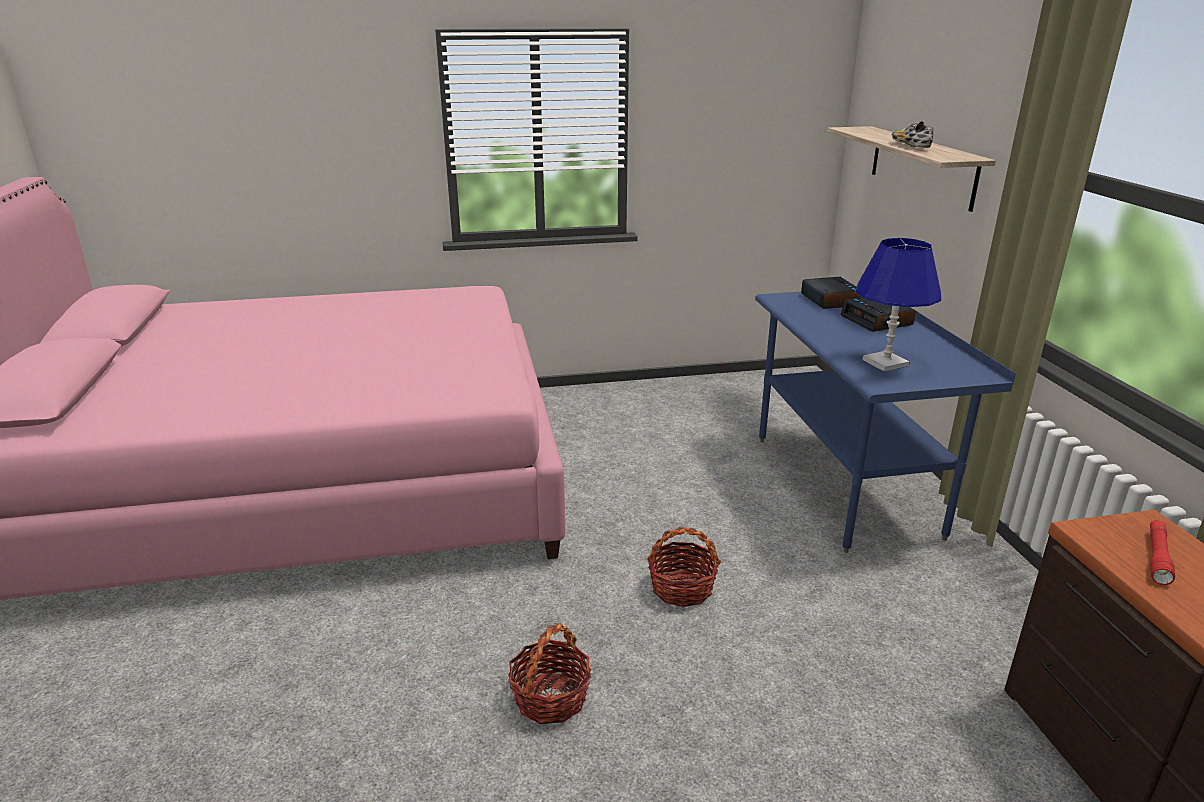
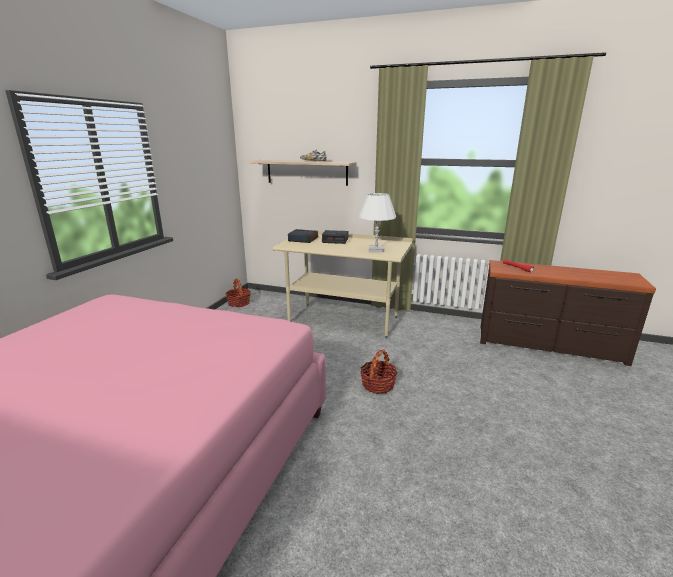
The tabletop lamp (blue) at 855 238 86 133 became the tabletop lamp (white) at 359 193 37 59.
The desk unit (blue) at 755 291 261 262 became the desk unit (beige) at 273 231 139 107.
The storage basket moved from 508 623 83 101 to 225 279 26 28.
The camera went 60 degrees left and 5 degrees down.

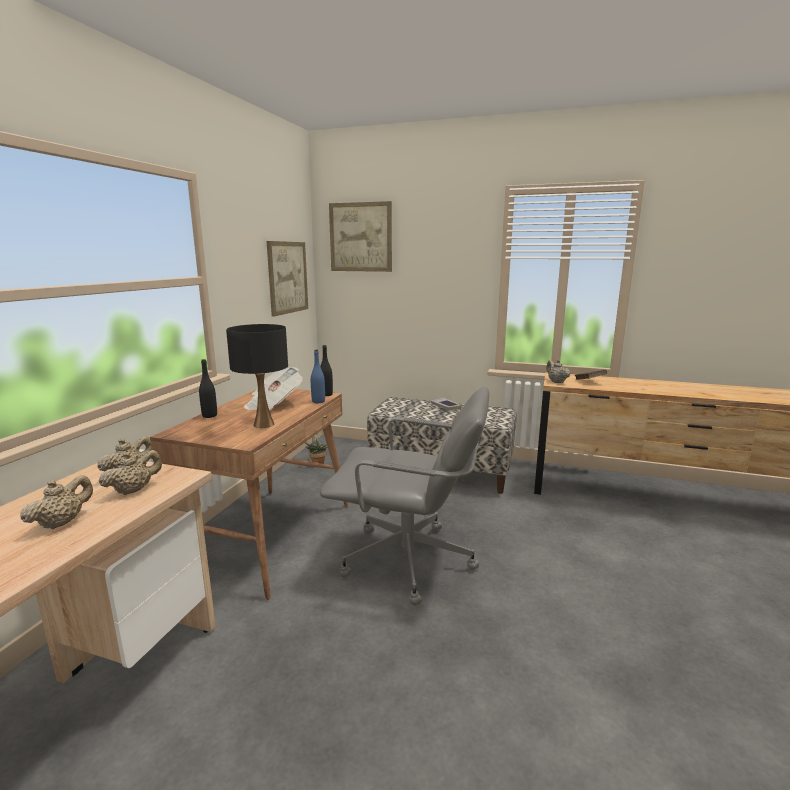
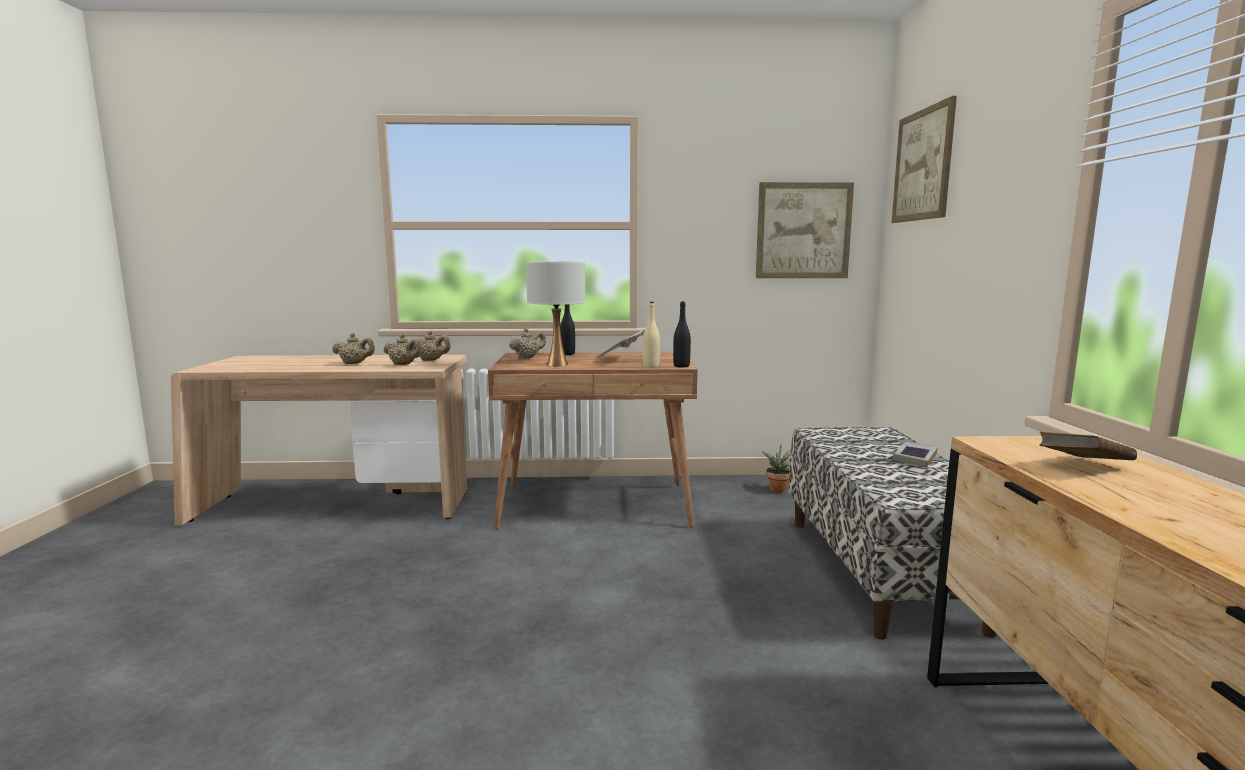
The tabletop lamp (blackish) at 226 324 62 104 became the tabletop lamp (white) at 526 261 59 106.
The drink bottle (blue) at 311 350 14 53 became the drink bottle (beige) at 643 302 17 66.
The tea pot (beige) moved from 546 360 24 23 to 509 328 37 31.
The desk chair (gray) at 320 386 169 219 disappeared.
The camera went 70 degrees right and 5 degrees down.

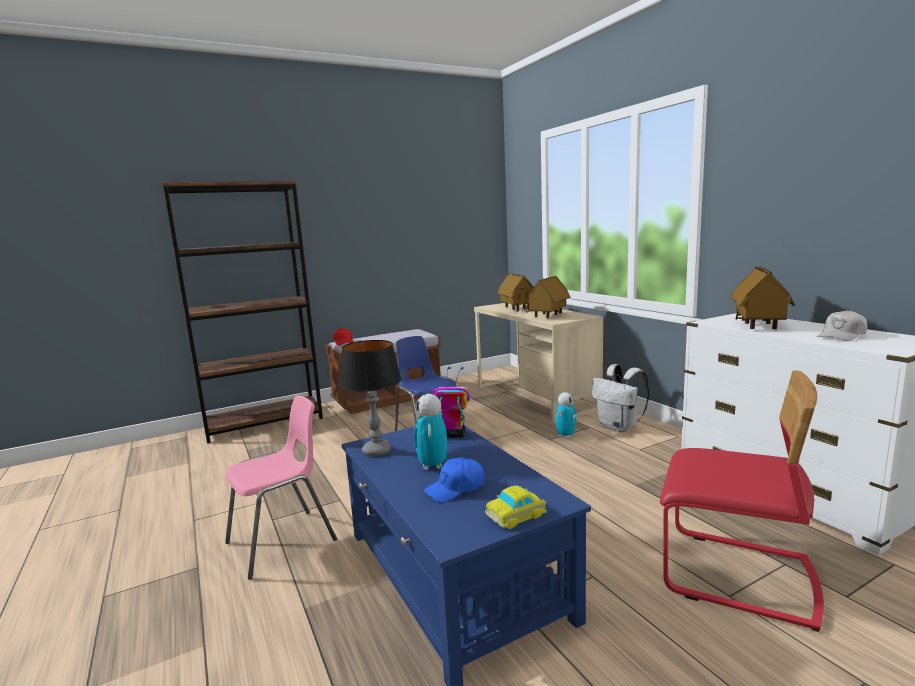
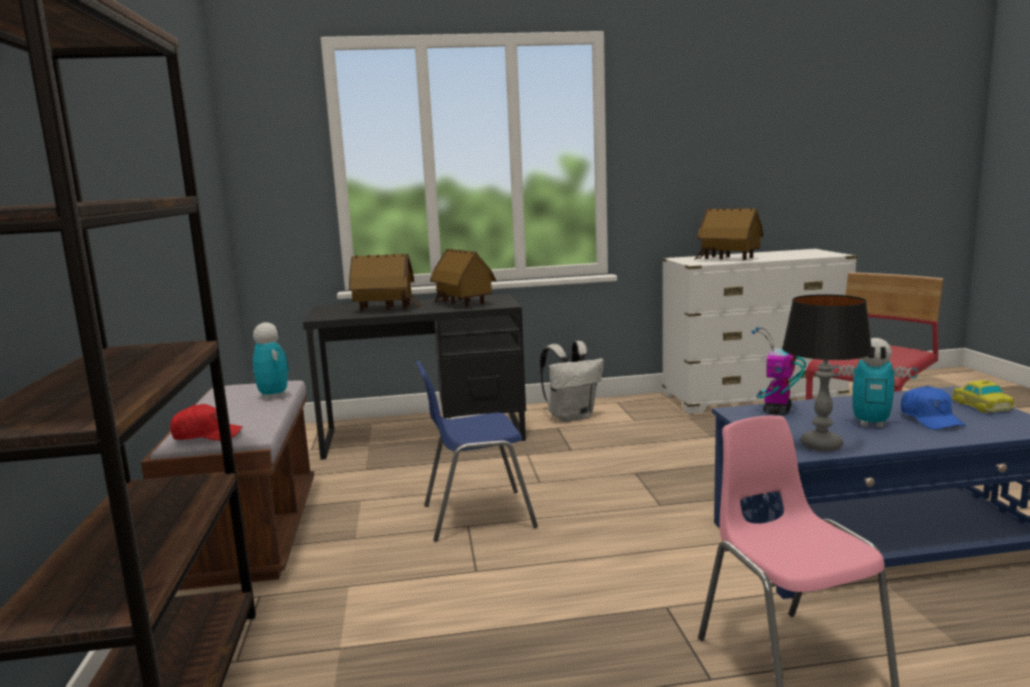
The desk unit (beige) at 474 303 129 120 became the desk unit (blackish) at 303 294 223 166.
The cap (white) at 817 310 50 31 disappeared.
The model robot moved from 556 392 20 46 to 253 322 36 78.
The camera went 70 degrees left and 0 degrees up.

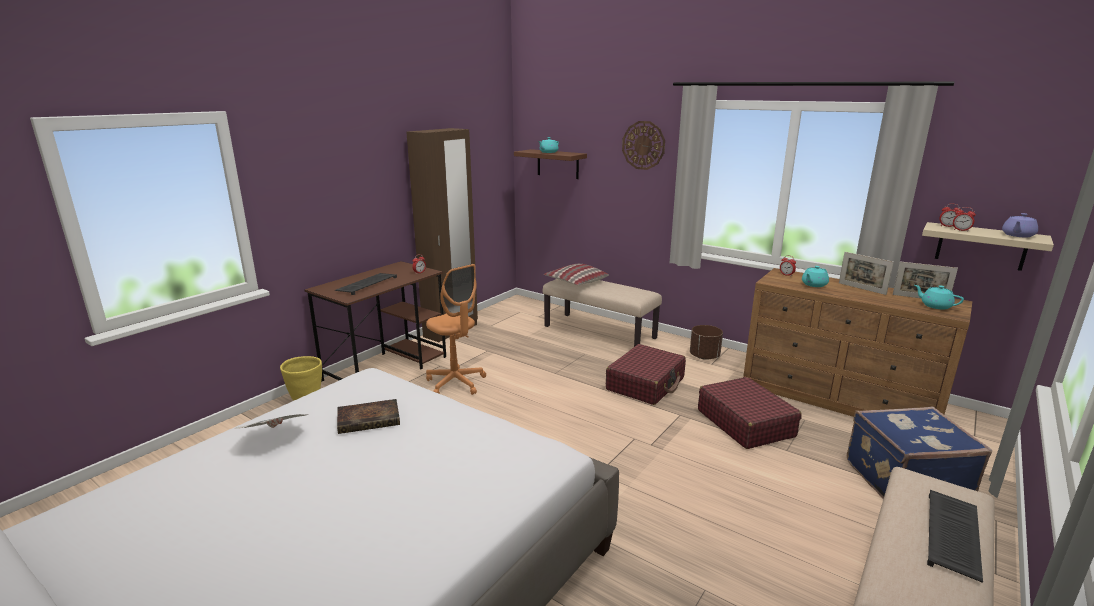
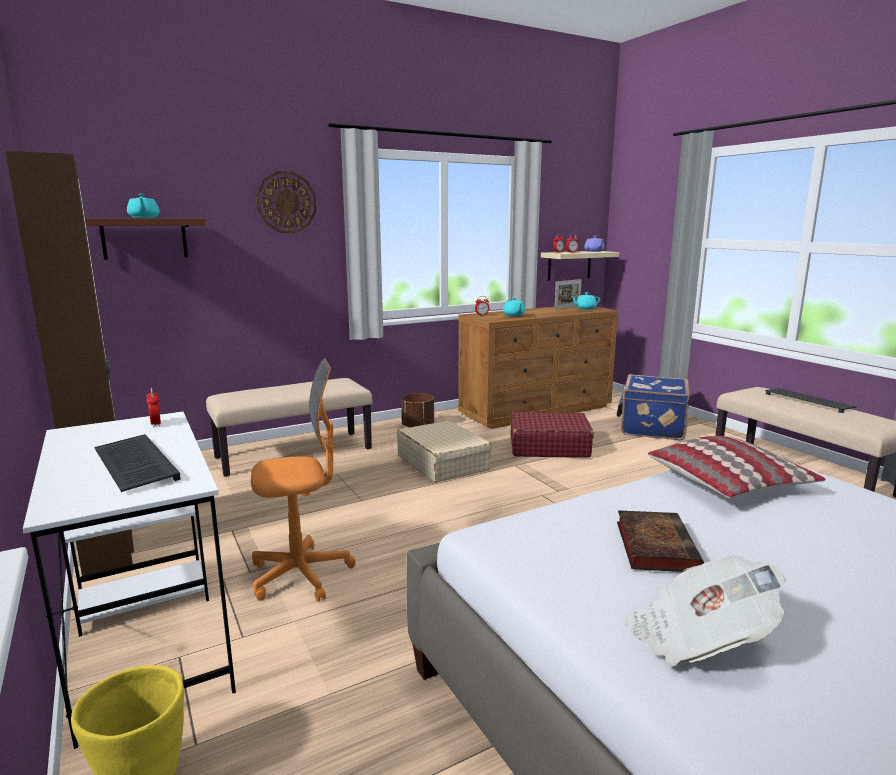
The photo frame at 839 252 55 43 disappeared.
The desk unit (brown) at 305 261 141 121 became the desk unit (white) at 23 412 213 337.
The pillow moved from 544 264 65 21 to 648 436 178 62.
The piece of luggage (red) at 606 344 80 61 became the piece of luggage (beige) at 397 420 94 62.
The camera went 65 degrees left and 5 degrees down.

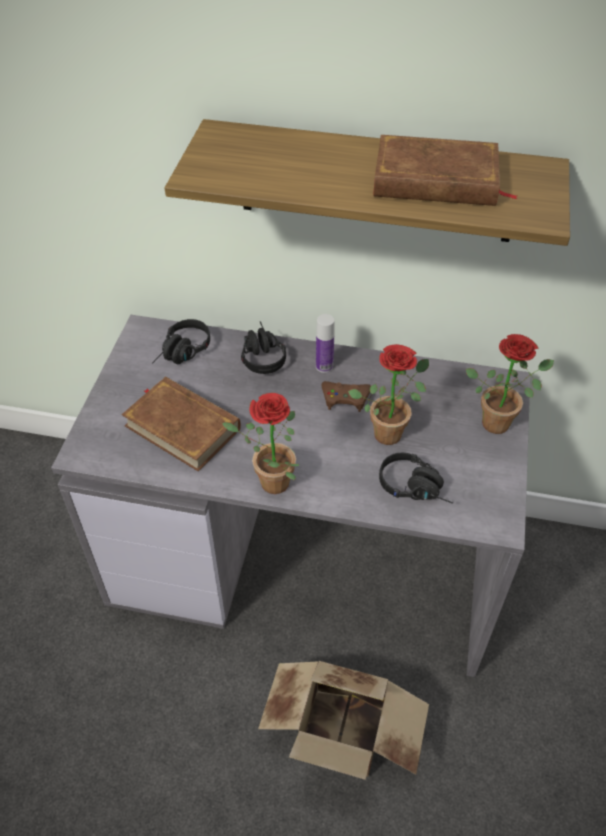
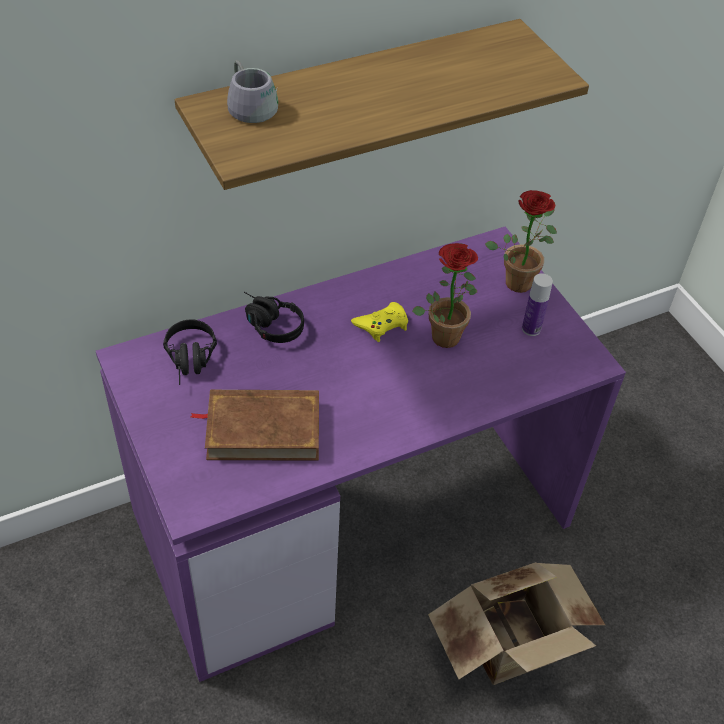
The volume (brown) at 373 135 144 71 disappeared.
The drink bottle moved from 316 314 19 59 to 522 273 31 63.
The desk unit (gray) at 51 315 479 362 became the desk unit (purplish) at 96 227 530 455.
The gamepad (brown) at 322 381 49 31 became the gamepad (yellow-coloured) at 351 302 57 40.
The plant in a pot at 222 393 78 101 disappeared.
The pair of headphones (blackish) at 379 453 74 51 disappeared.
The coffee mug (gray) at 227 60 51 63 appeared.
The camera went 40 degrees left and 0 degrees up.

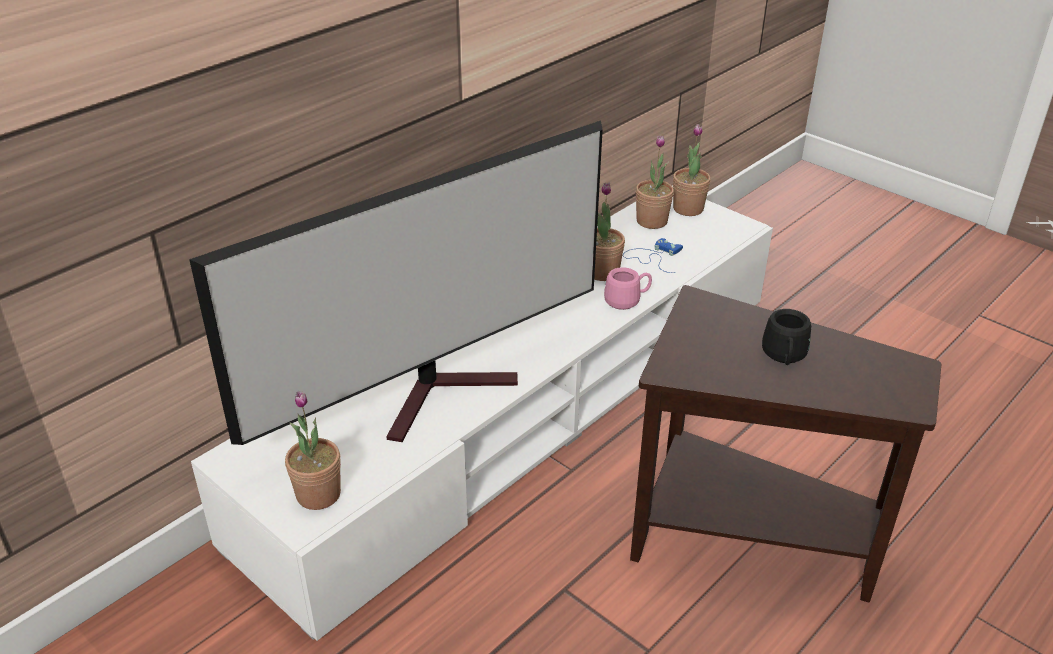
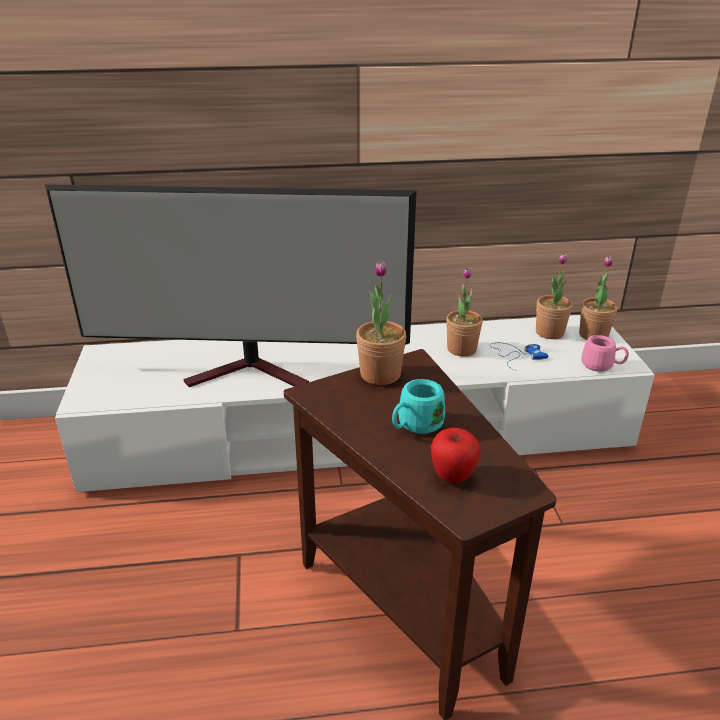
The coffee mug (pinkish) moved from 604 267 48 43 to 582 335 47 37.
The coffee mug (blackish) at 762 309 49 56 became the coffee mug (turquoise-coloured) at 392 379 53 55.
The plant in a pot moved from 285 391 56 119 to 356 260 50 125.
The apple fruit at 431 428 50 55 appeared.
The camera went 40 degrees right and 5 degrees down.

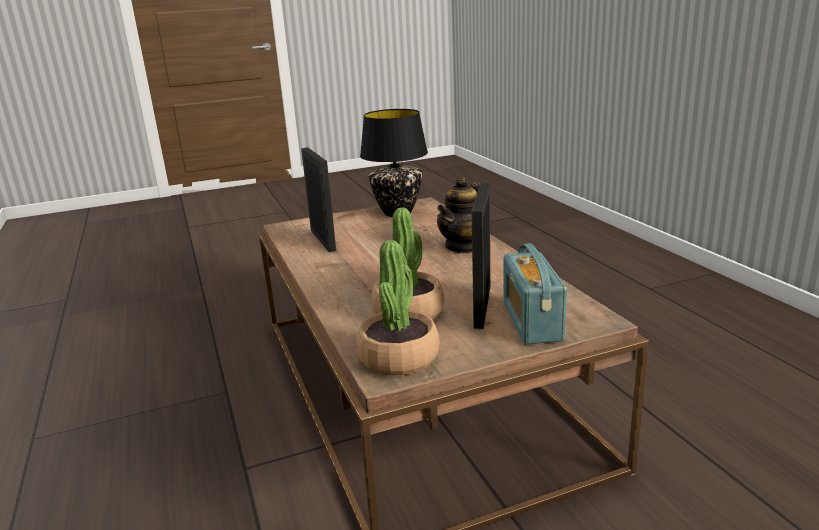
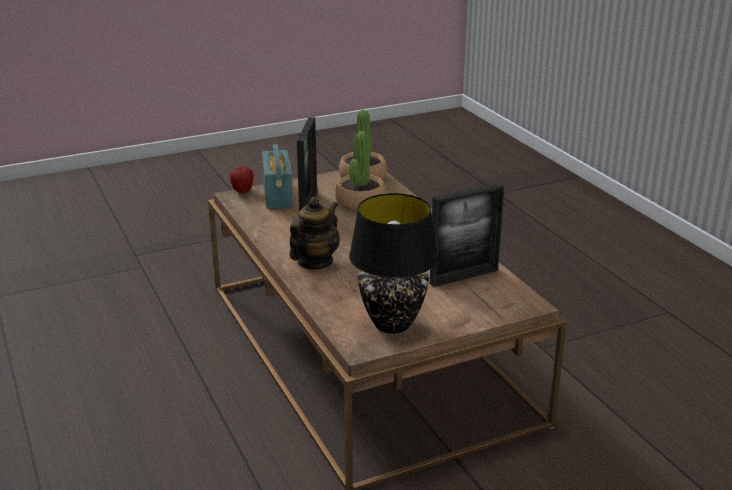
The photo frame at 301 147 35 105 turned 90 degrees counterclockwise.
The apple fruit at 230 166 24 27 appeared.
The camera went 175 degrees right and 5 degrees up.

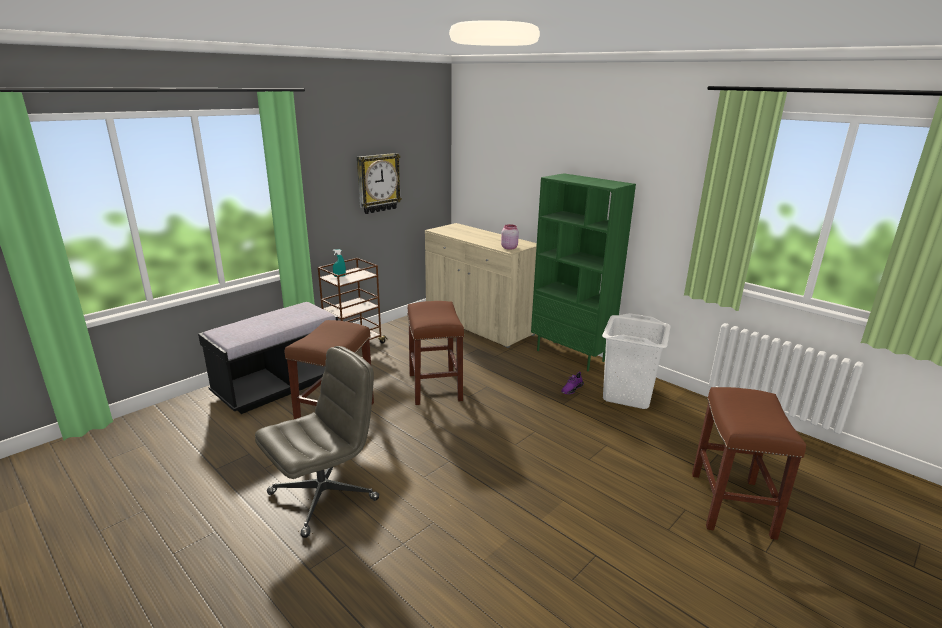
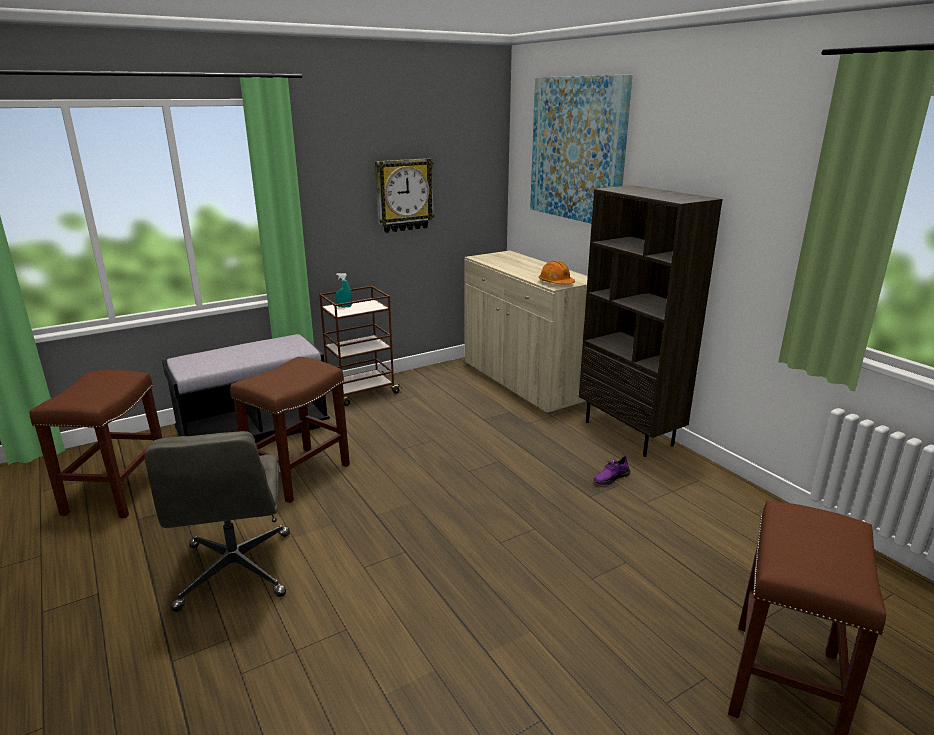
The bookshelf (green-coloured) at 531 173 105 198 became the bookshelf (brown) at 579 185 143 272.
The storage jar (pinkish) at 501 224 18 26 was replaced by the work helmet (orange) at 539 261 36 23.
The stool seat (brown) moved from 407 301 57 104 to 30 370 132 148.
The laundry basket (white) at 602 313 69 96 disappeared.
The desk chair (gray) at 255 346 124 192 turned 105 degrees clockwise.
The picture at 530 74 103 150 appeared.
The camera went 15 degrees right and 0 degrees up.

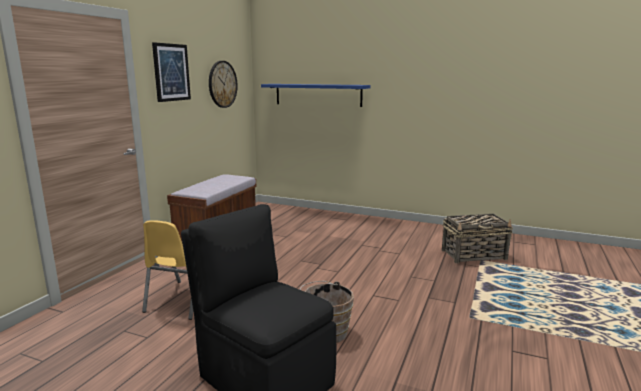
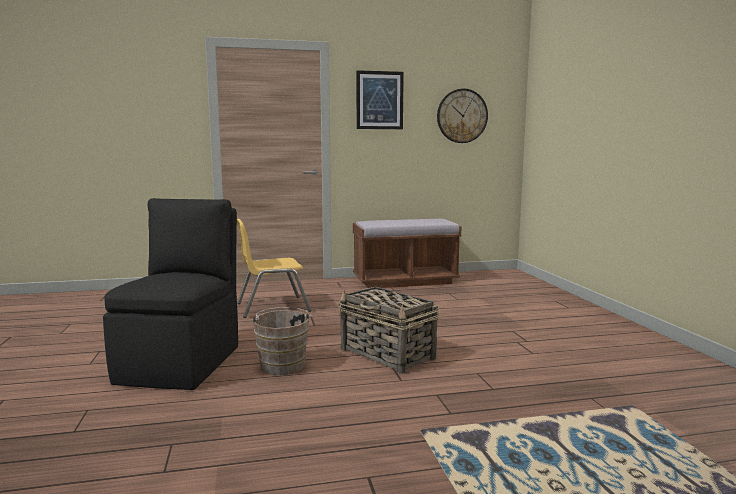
The wall shelf (blue) at 261 84 109 23 disappeared.
The storage basket moved from 442 214 71 49 to 338 286 101 88.
The camera went 55 degrees right and 5 degrees down.

